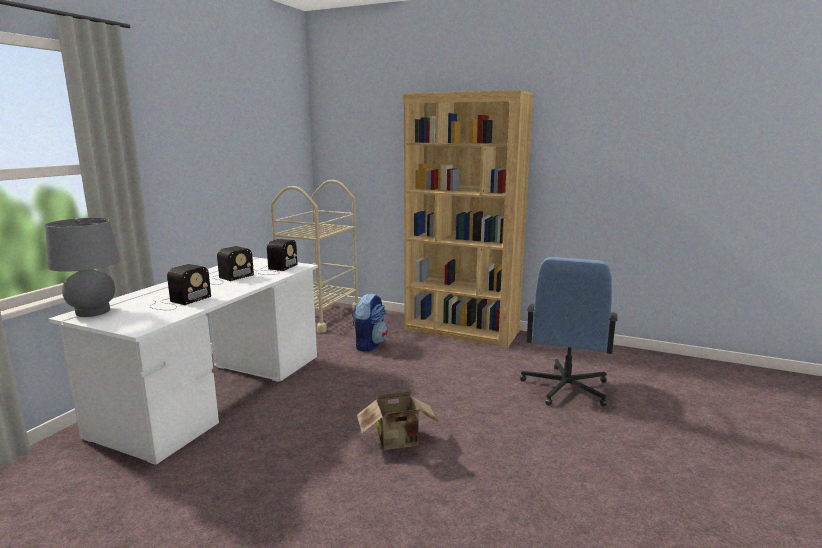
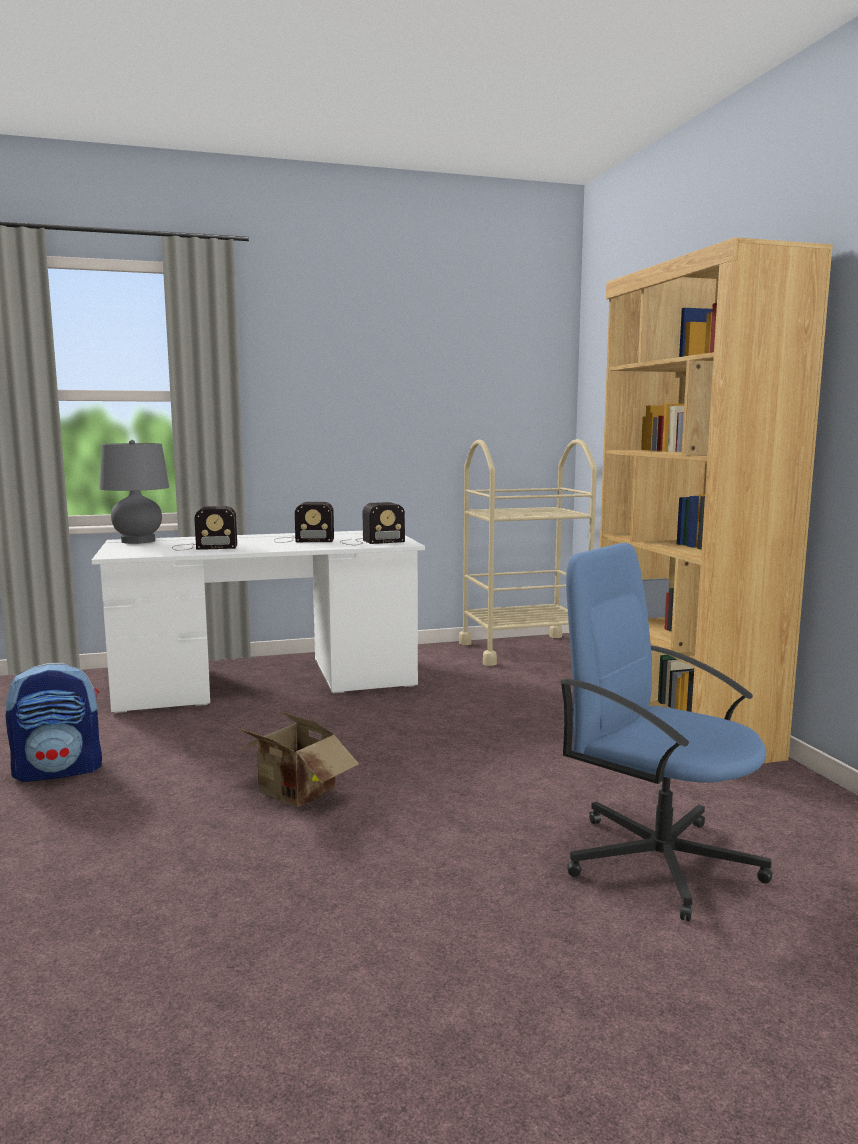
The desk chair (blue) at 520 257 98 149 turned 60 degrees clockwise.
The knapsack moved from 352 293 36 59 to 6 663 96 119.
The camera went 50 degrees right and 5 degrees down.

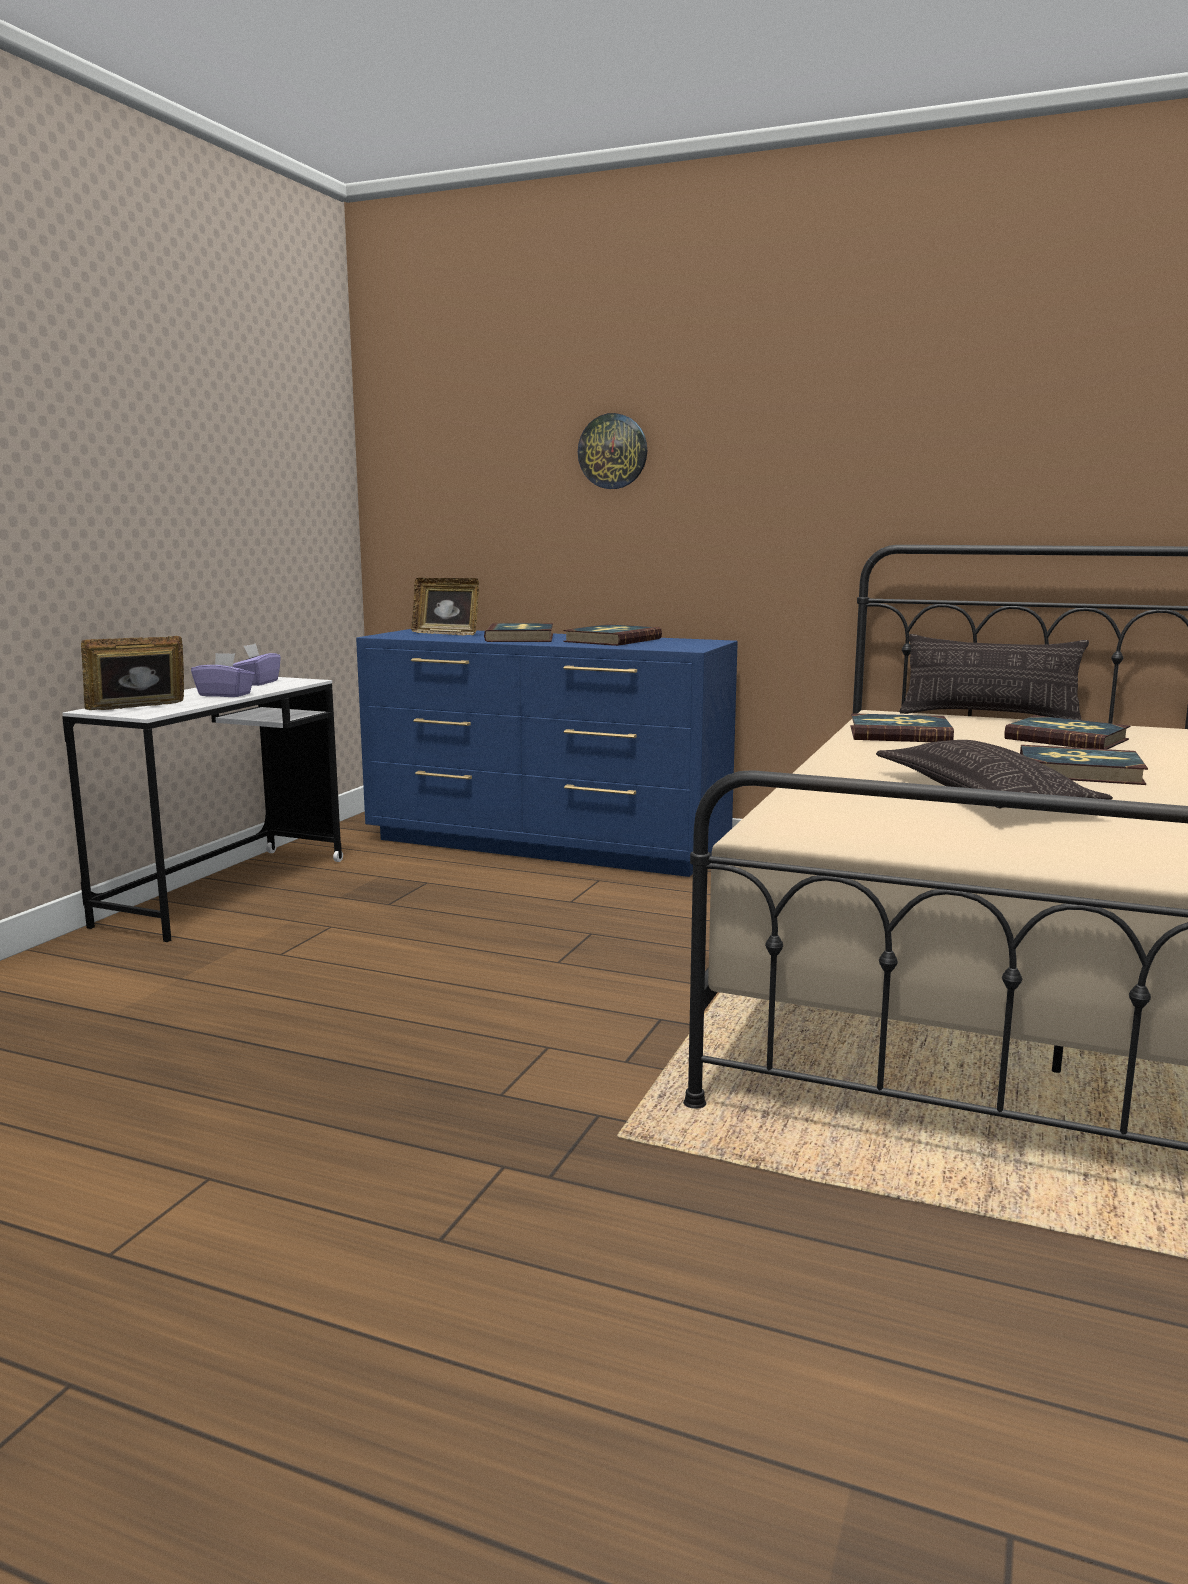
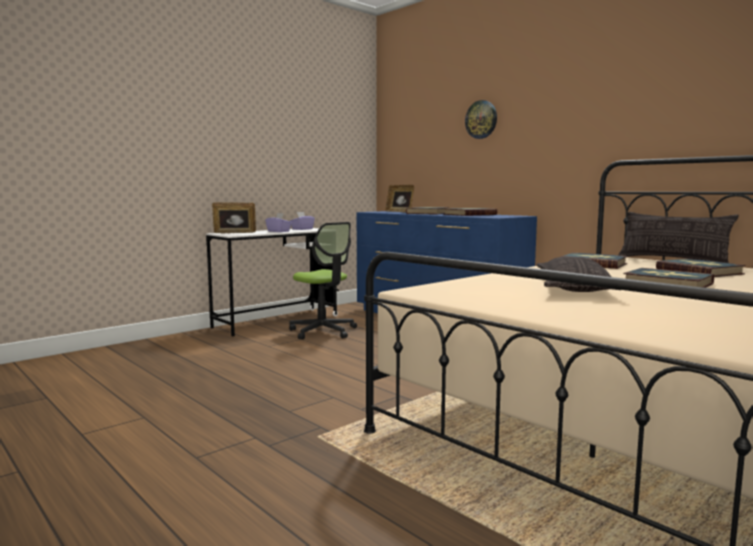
The desk chair at 289 222 68 118 appeared.
The camera went 25 degrees right and 5 degrees down.

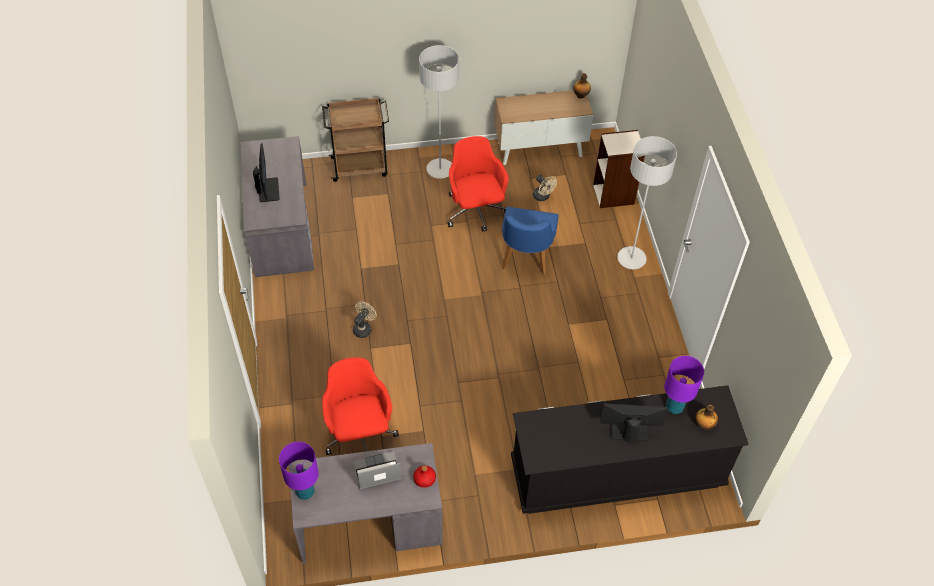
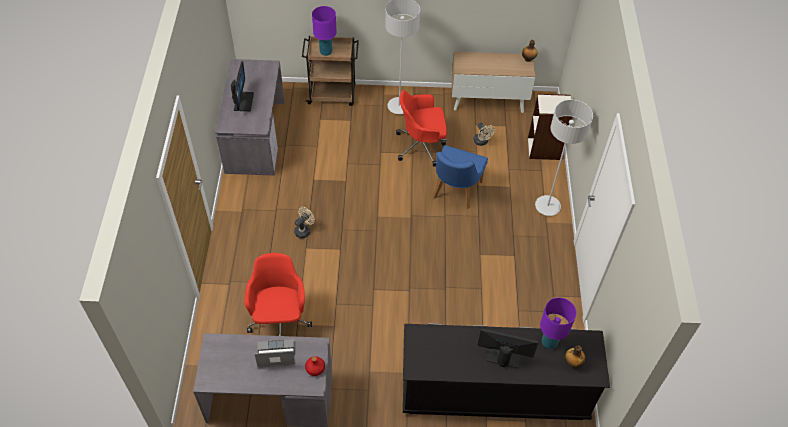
The desk chair (red) at 448 136 61 96 turned 90 degrees counterclockwise.
The tabletop lamp (purplish) moved from 279 442 40 58 to 312 6 25 50.
The camera went 10 degrees right and 0 degrees up.

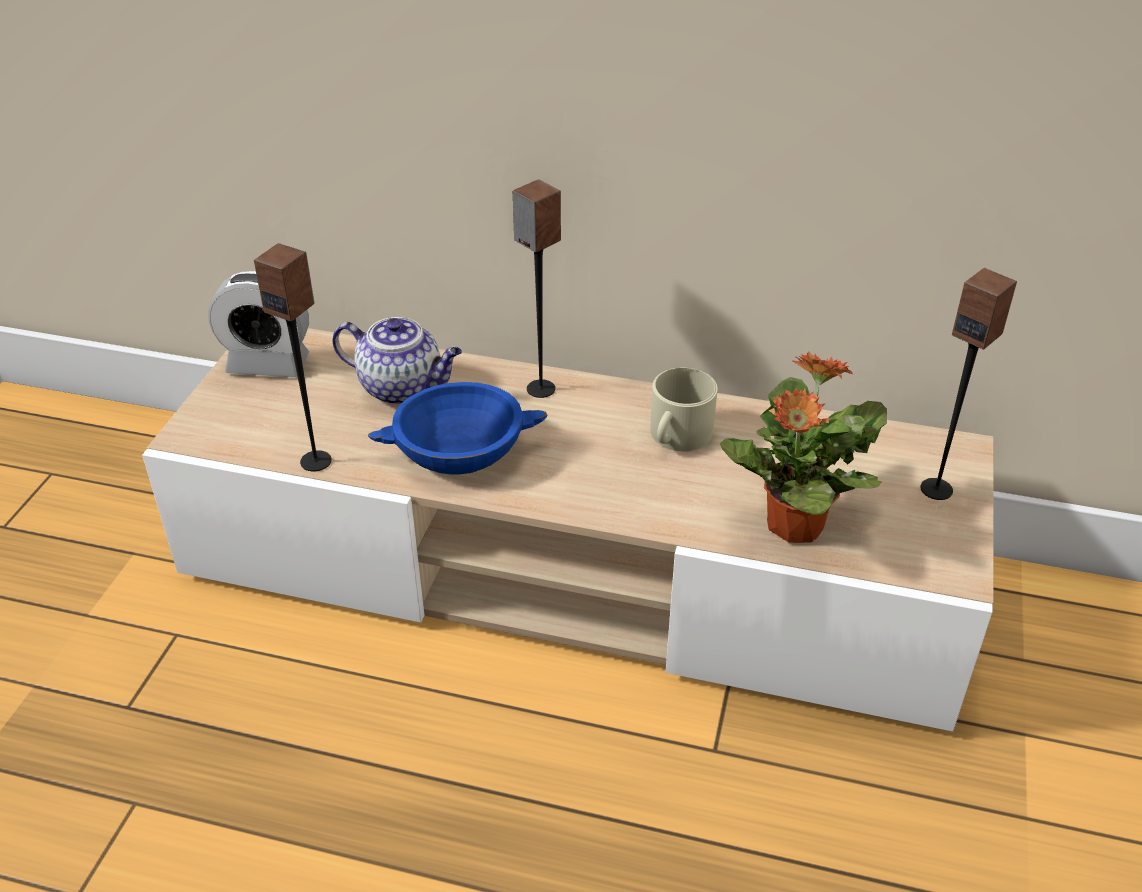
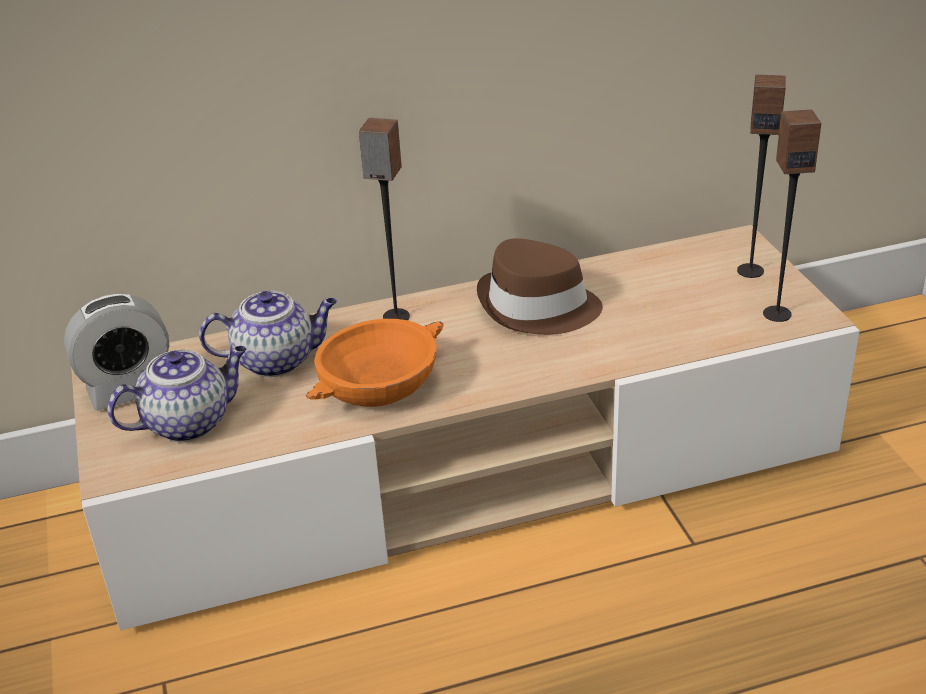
The loudspeaker moved from 254 243 78 228 to 763 109 58 213.
The plant in a pot at 720 351 167 192 disappeared.
The coffee mug (beige) at 650 368 68 83 was replaced by the clothing hat (brown) at 477 238 126 97.
The deep dish (blue) at 368 382 179 92 became the deep dish (orange) at 306 319 138 88.
The tea pot at 107 346 140 96 appeared.
The camera went 30 degrees left and 5 degrees down.

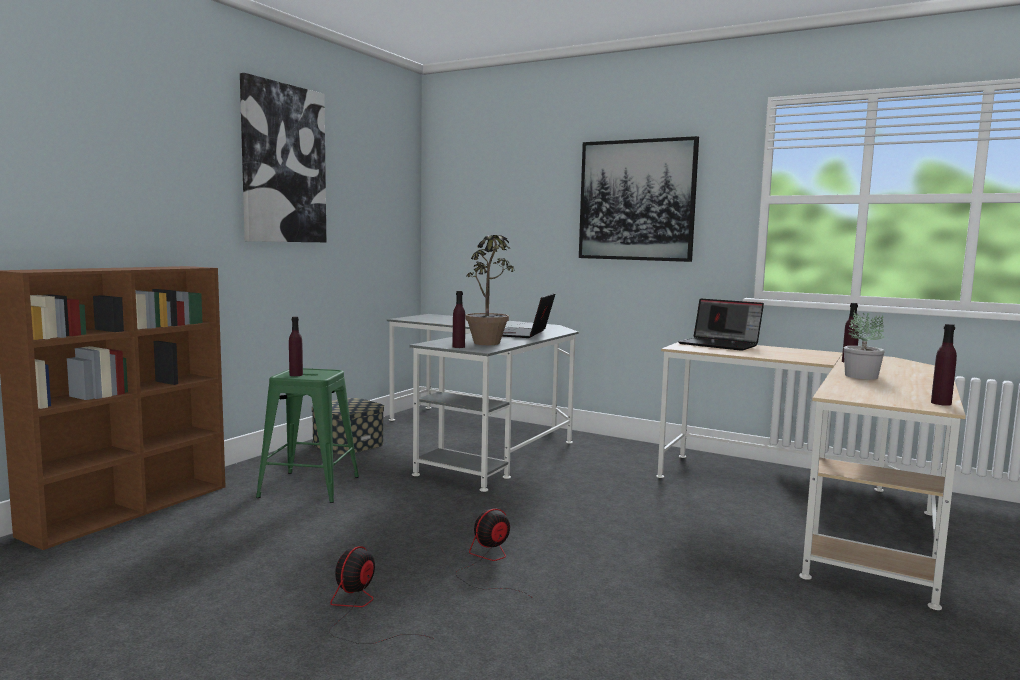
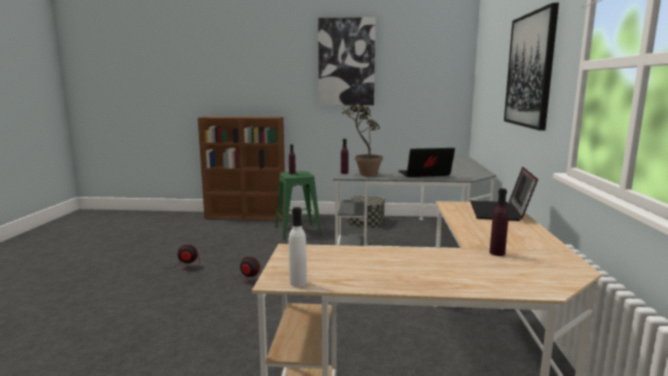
The plant in a pot at 844 312 41 67 disappeared.
The drink bottle (purplish) at 931 324 26 82 became the drink bottle (white) at 289 207 18 80.
The camera went 65 degrees right and 5 degrees up.

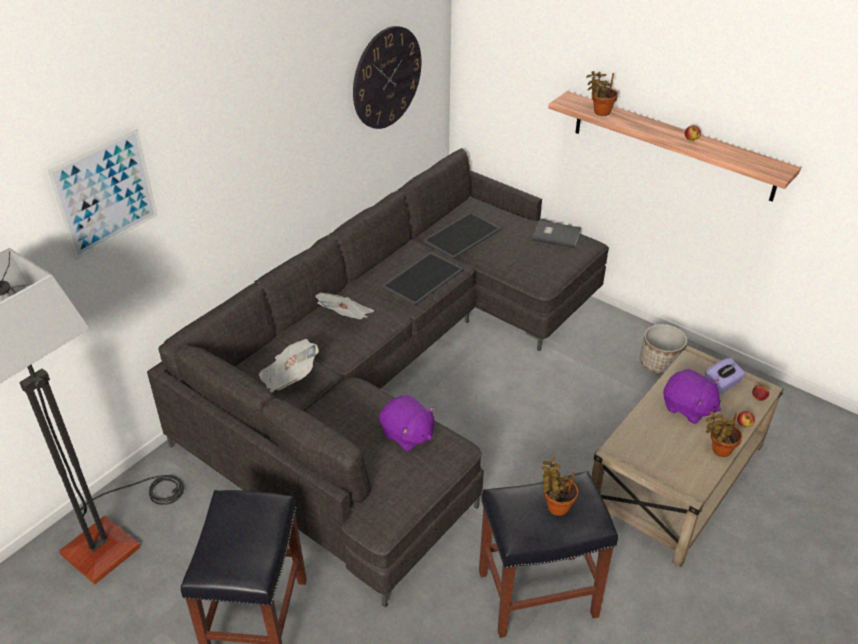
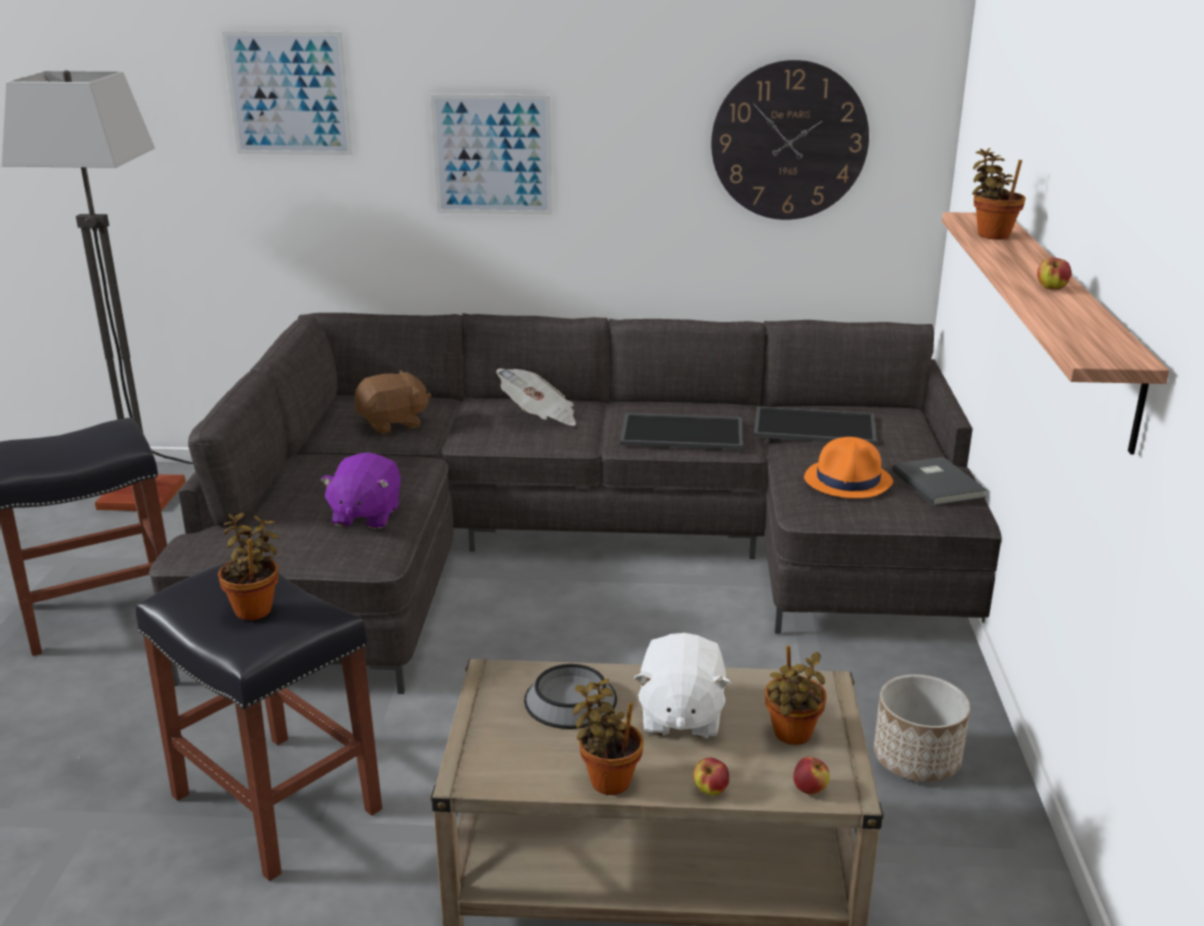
The daily paper at 259 339 60 54 was replaced by the soft toy (brown) at 354 370 77 64.
The tissue holder (purplish) at 705 358 41 37 was replaced by the plant in a pot at 765 645 62 100.
The soft toy (purplish) at 664 369 57 55 became the soft toy (white) at 634 633 97 106.
The picture at 431 94 121 121 appeared.
The clothing hat (orange) at 804 437 89 61 appeared.
The deep dish at 524 664 93 65 appeared.
The camera went 55 degrees right and 15 degrees down.

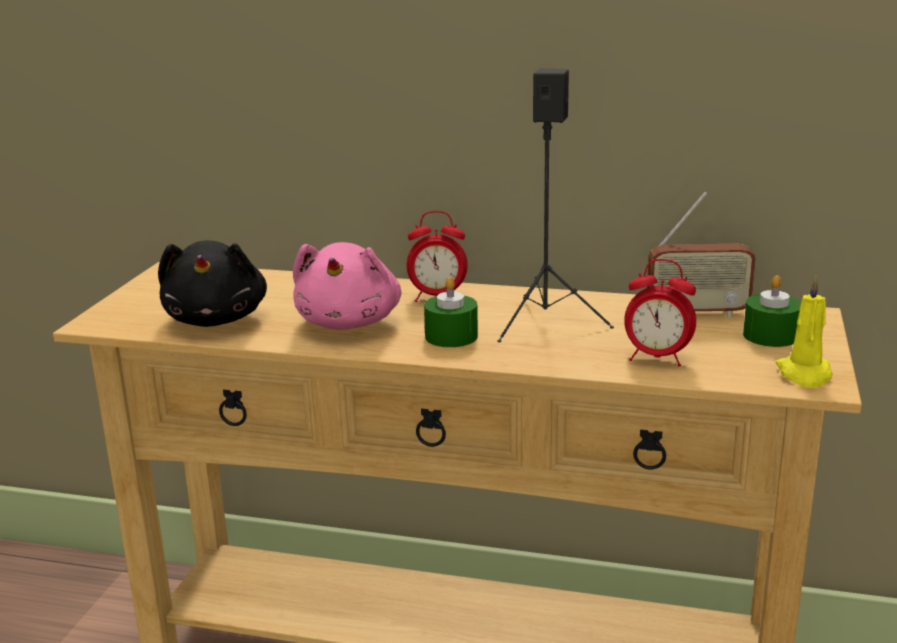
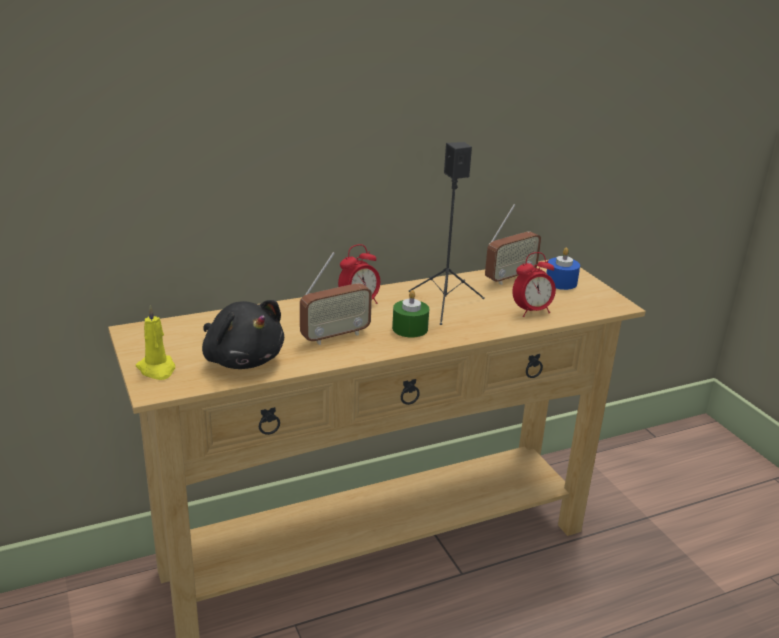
The soft toy (pinkish) at 293 242 108 88 was replaced by the radio receiver at 300 252 72 93.
The wax candle (green-coloured) at 743 275 58 72 became the wax candle (blue) at 546 248 34 42.
The wax candle (yellow-coloured) moved from 776 276 57 112 to 136 305 39 75.
The camera went 40 degrees left and 5 degrees up.

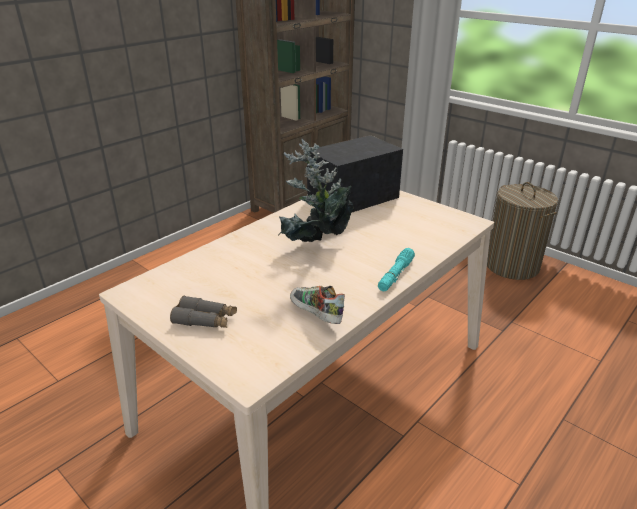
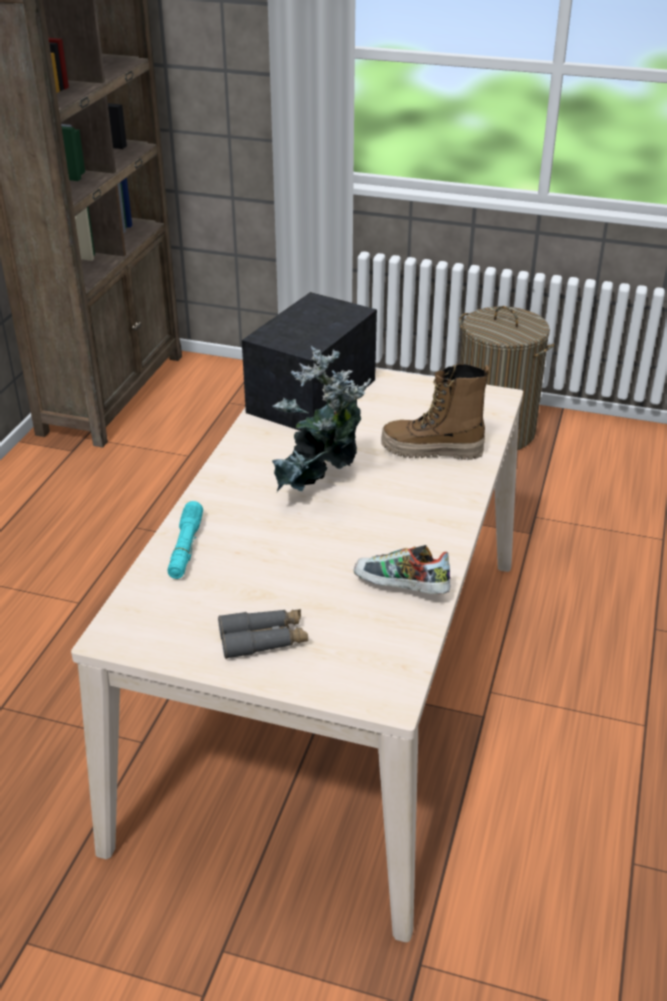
The torch (turquoise-coloured) moved from 378 248 37 43 to 168 501 35 78.
The tall boot at 382 364 108 96 appeared.
The camera went 25 degrees left and 5 degrees up.

